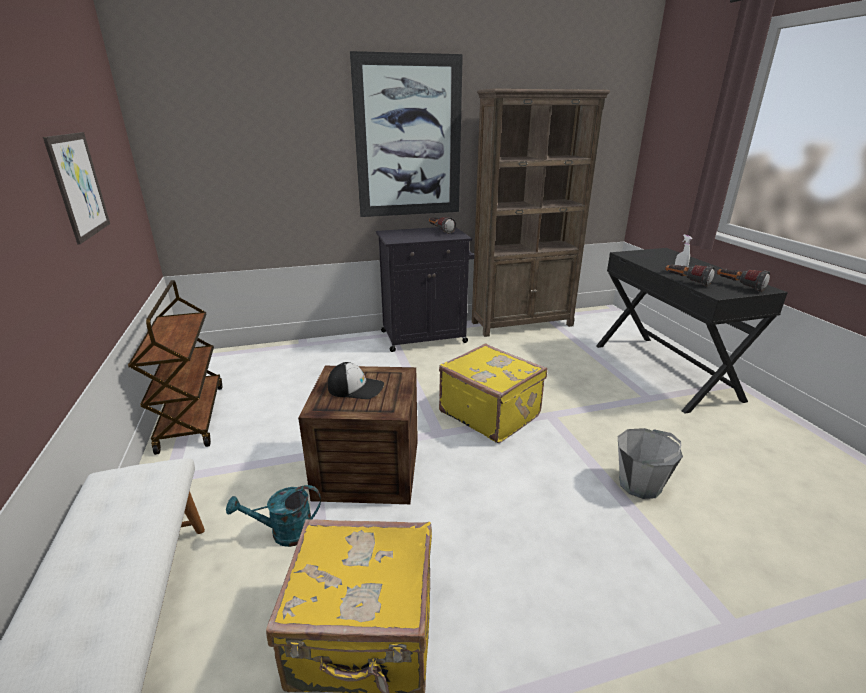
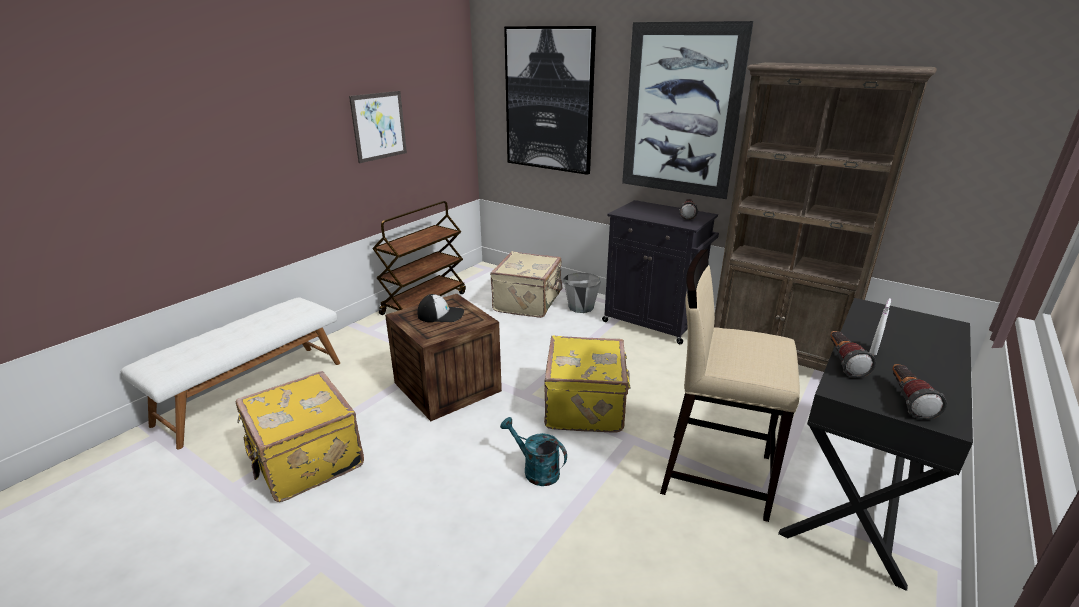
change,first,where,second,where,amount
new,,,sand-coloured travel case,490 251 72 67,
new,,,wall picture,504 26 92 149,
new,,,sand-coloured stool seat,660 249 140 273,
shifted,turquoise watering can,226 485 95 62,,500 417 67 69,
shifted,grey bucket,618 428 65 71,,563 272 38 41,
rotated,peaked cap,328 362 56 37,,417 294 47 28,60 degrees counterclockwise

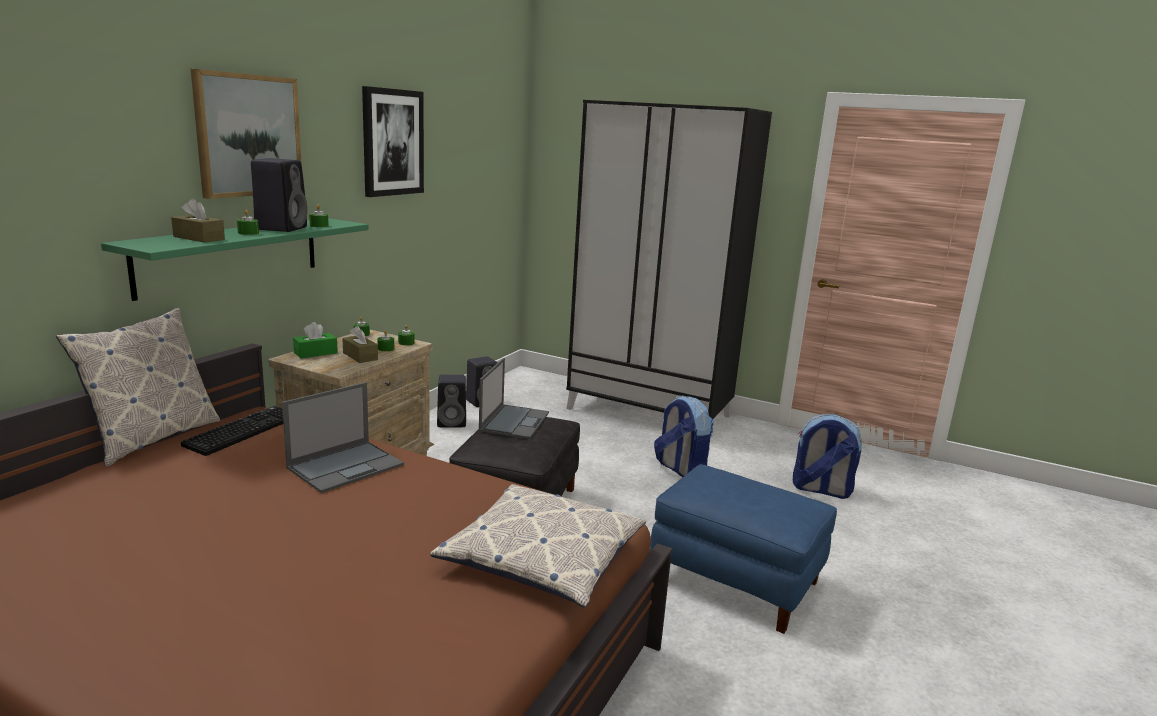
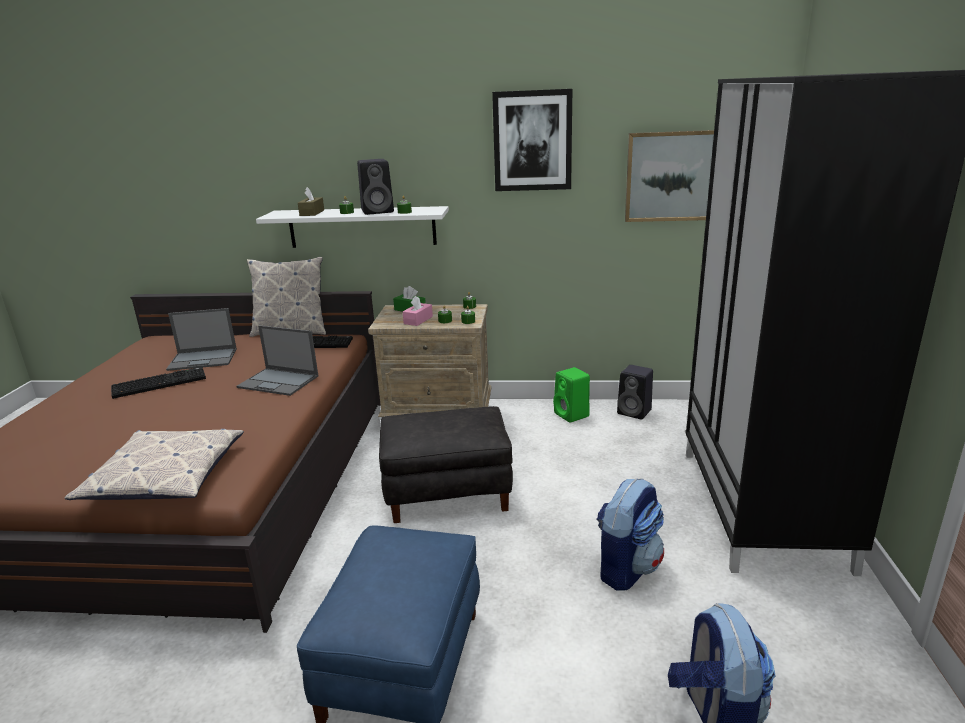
change,first,where,second,where,amount
new,,,keyboard,111 367 95 32,
shifted,wall picture,191 69 110 130,,625 130 89 92,
shifted,portable computer,479 358 70 81,,166 308 71 63,
repainted,green-coloured wall shelf,101 218 268 83,white-coloured wall shelf,256 206 193 42,
repainted,brownish box of tissues,342 326 36 37,pink box of tissues,403 295 30 31,
repainted,black loudspeaker,437 375 29 52,green-coloured loudspeaker,553 367 37 55,

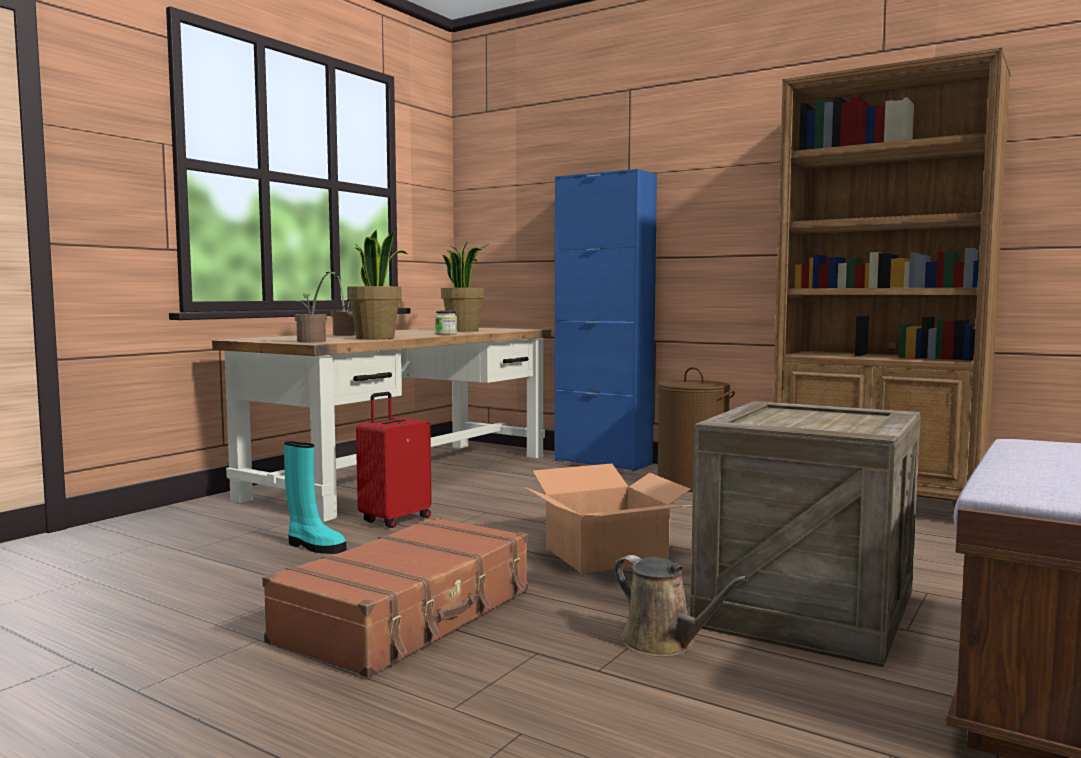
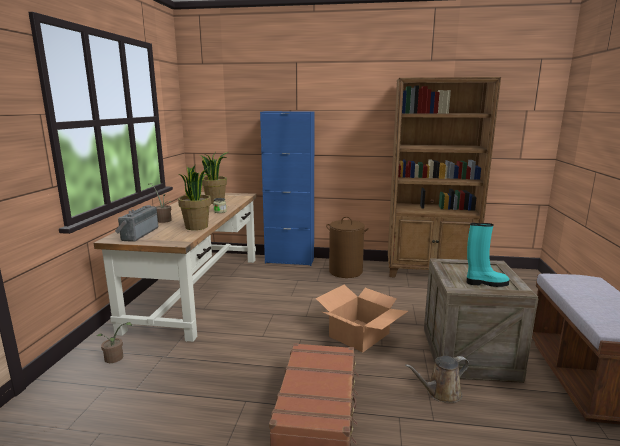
change,first,where,second,where,amount
gone,red-coloured travel case,356 392 76 136,,,
new,,,radio receiver,115 205 43 37,
shifted,turquoise high-top boot,284 441 63 113,,467 223 43 64,
shifted,houseplant,293 272 42 71,,97 322 35 41,
rotated,brownish watering can,614 555 134 102,,405 356 64 47,135 degrees clockwise

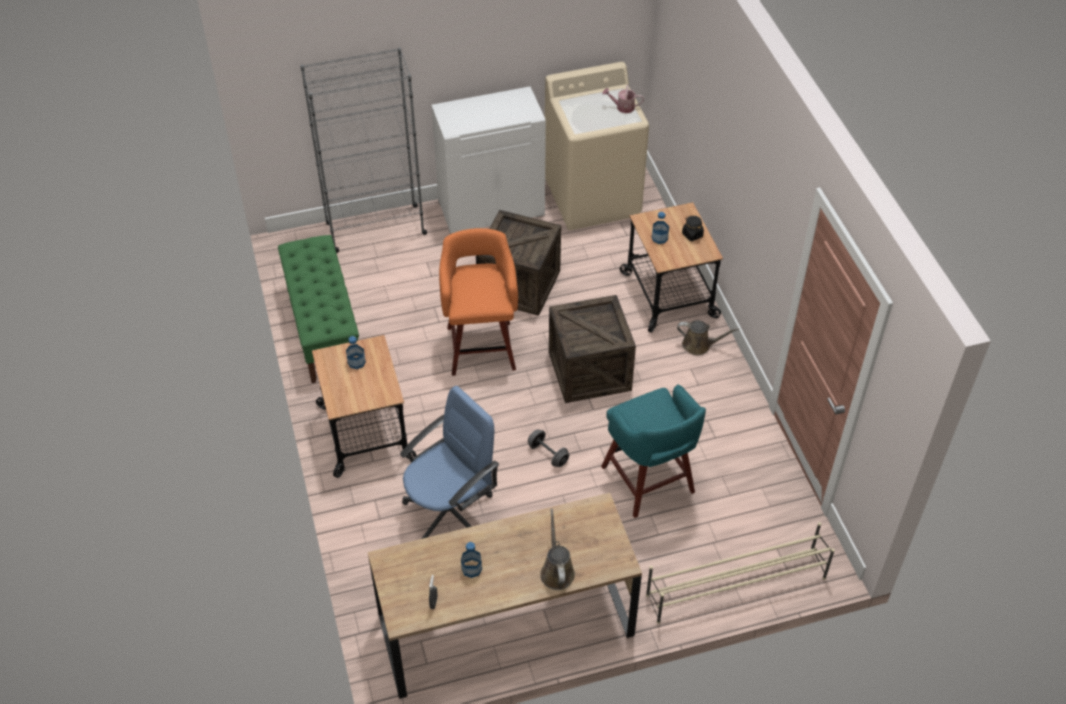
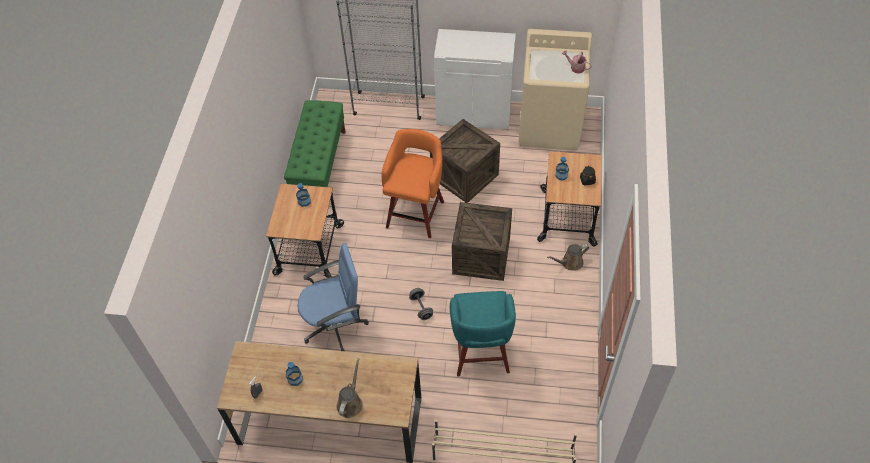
change,first,where,second,where,amount
rotated,brownish watering can,677 320 62 36,,547 244 42 27,120 degrees clockwise

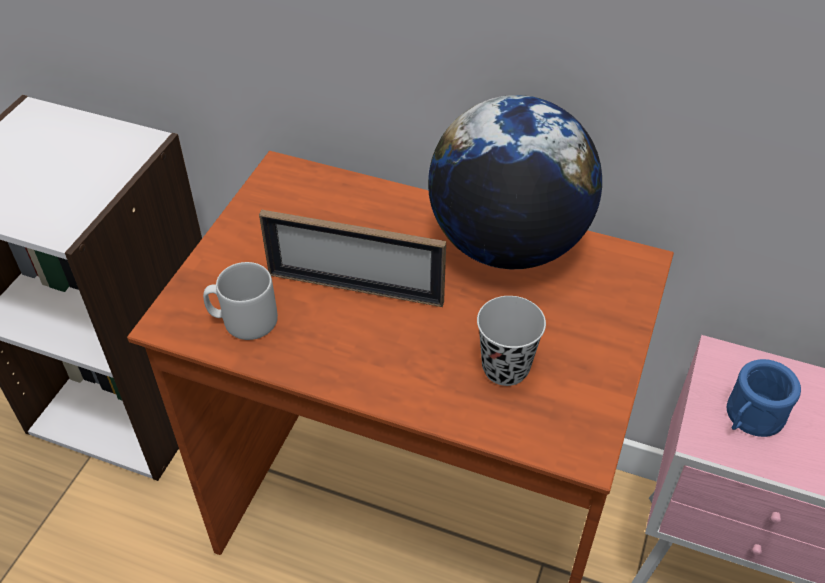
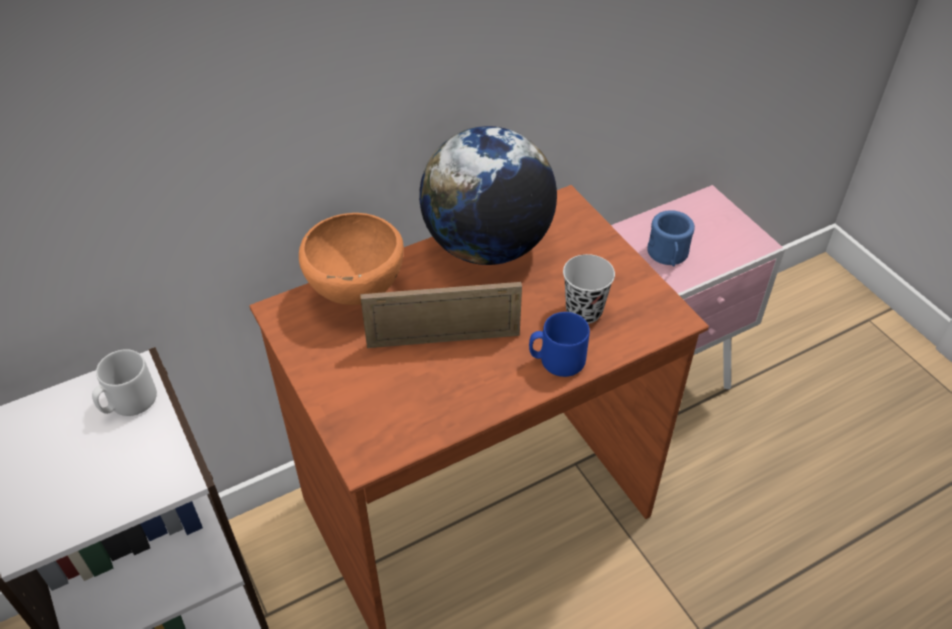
change,first,where,second,where,amount
new,,,orangey bowl,299 213 105 92,
new,,,bluish tea mug,529 312 61 65,
shifted,grey tea mug,203 262 75 78,,92 349 65 67,
rotated,photo frame,259 210 187 97,,360 282 162 66,150 degrees counterclockwise

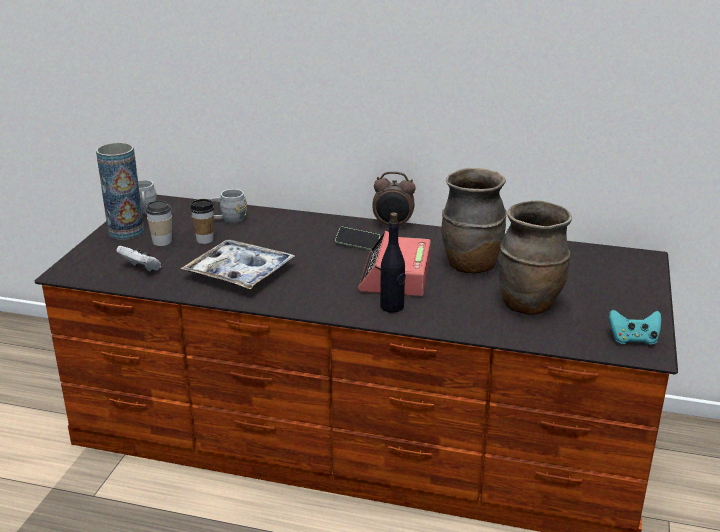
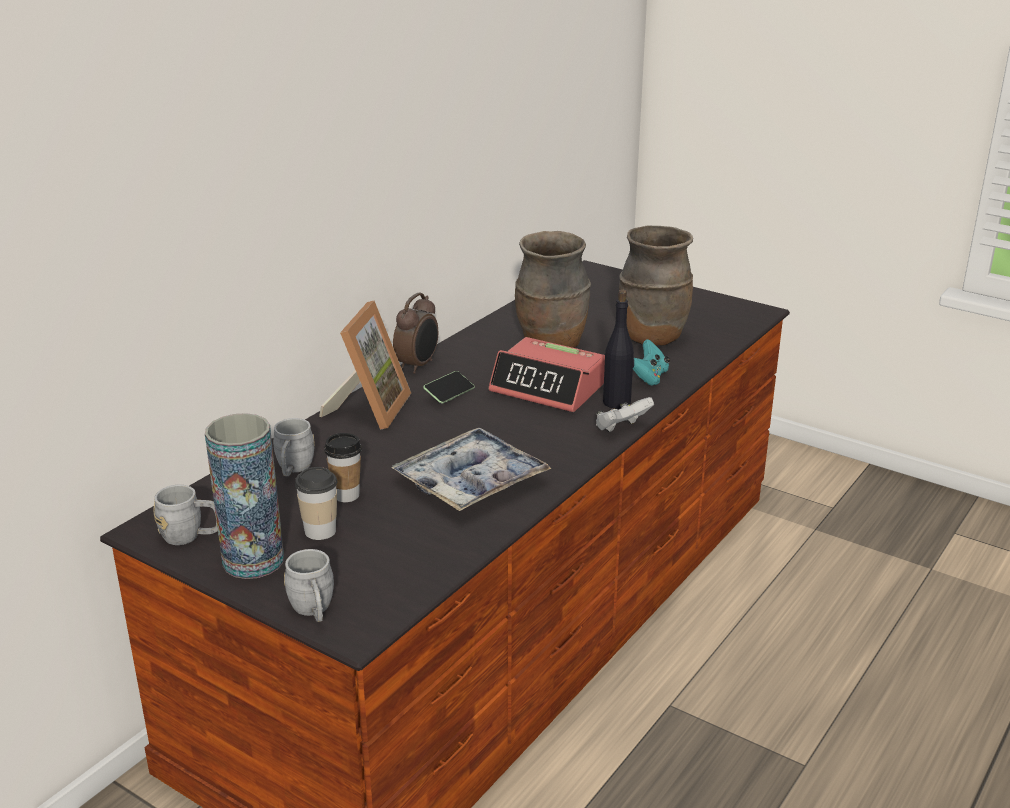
change,first,where,second,where,amount
new,,,grey tea mug,284 549 50 73,
new,,,photo frame,319 300 92 130,
shifted,white-coloured joypad,116 246 45 26,,596 397 58 35,
shifted,turquoise joypad,609 310 52 35,,633 339 37 47,

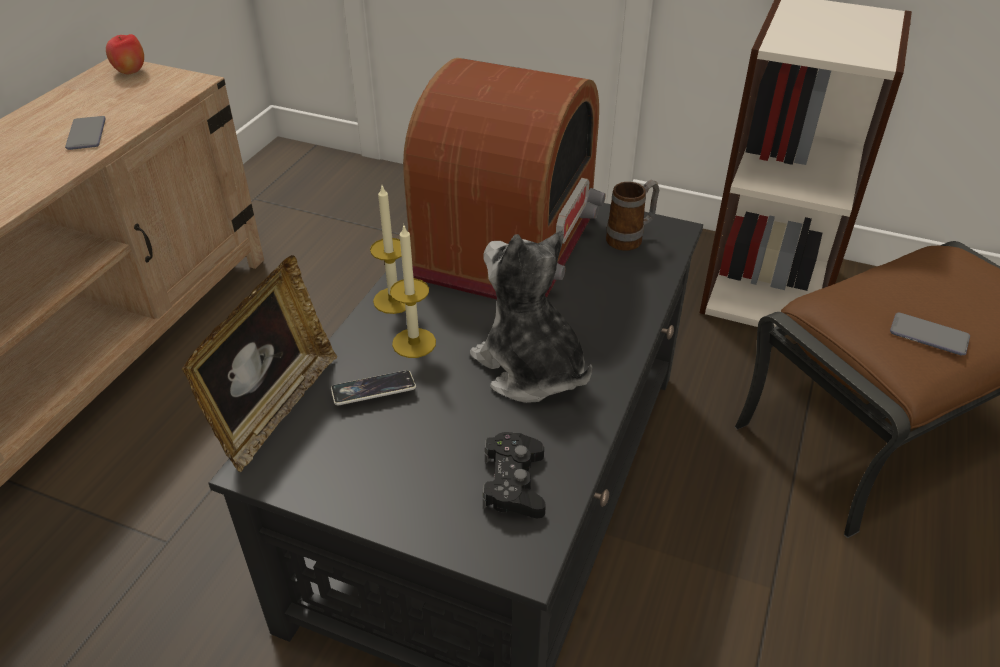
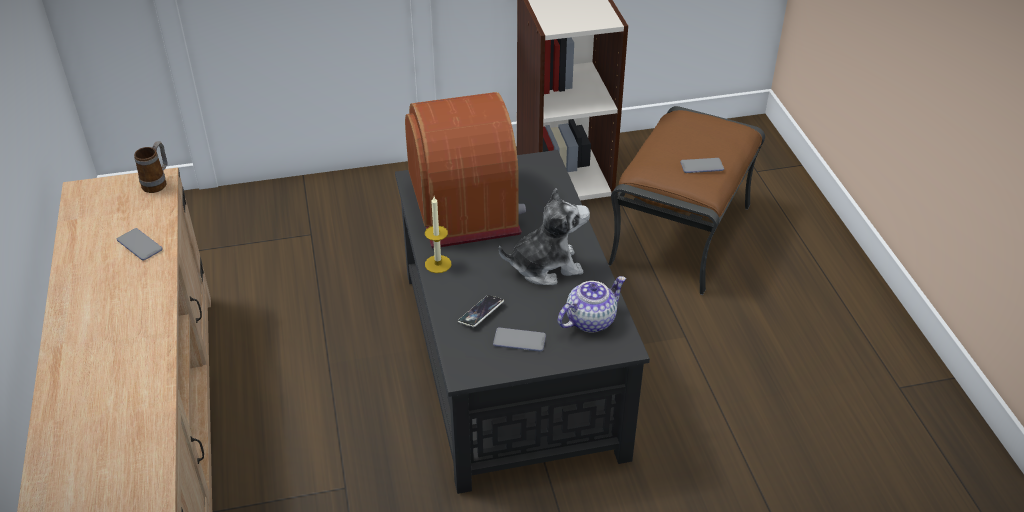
change,first,where,second,where,amount
gone,whole apple,106 34 38 41,,,
gone,photo frame,182 255 155 217,,,
gone,candle,390 224 46 134,,,
new,,,phone,493 328 53 24,
shifted,tea mug,606 180 53 71,,134 142 33 51,
swapped,black joypad,483 432 63 86,teapot,558 276 68 57,
rotated,soft toy,470 230 122 173,,499 188 91 97,150 degrees clockwise

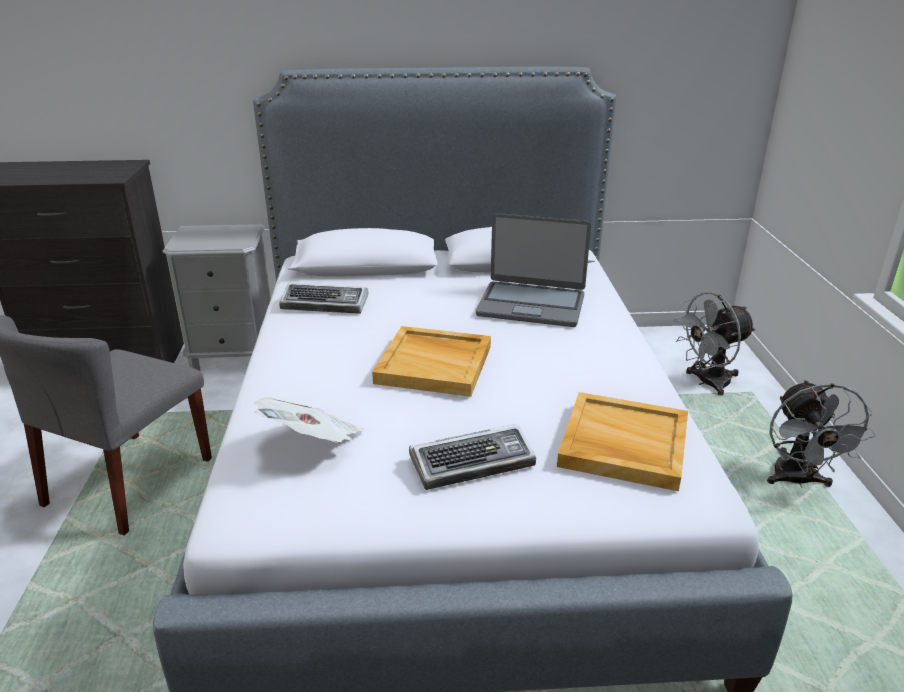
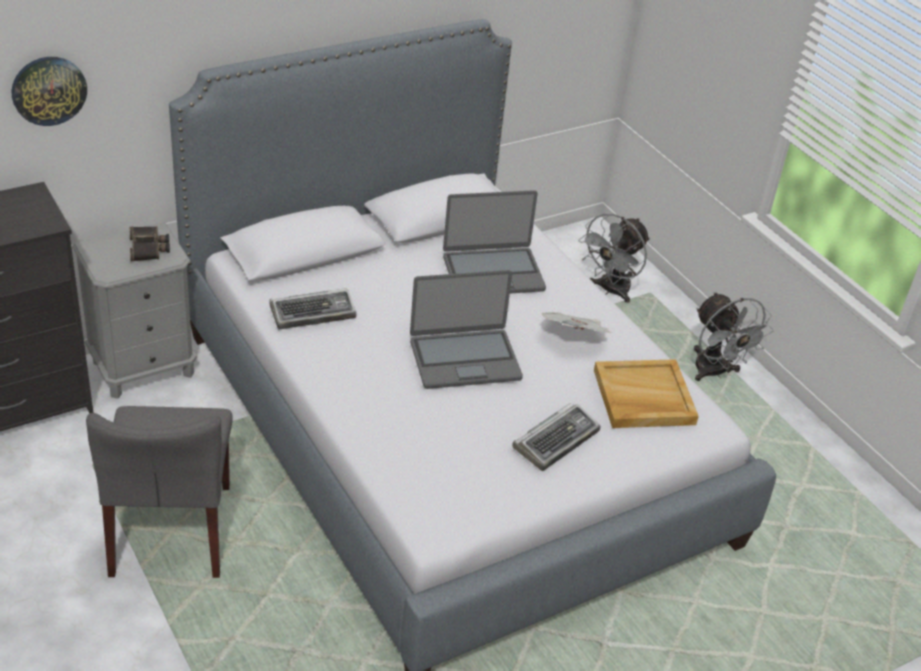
change,first,where,second,where,amount
new,,,wall clock,12 57 75 69,
new,,,field glasses,130 226 40 35,
shifted,newspaper,254 397 111 46,,542 312 69 21,
swapped,sand-coloured serving tray,372 326 119 71,portable computer,410 270 113 119,

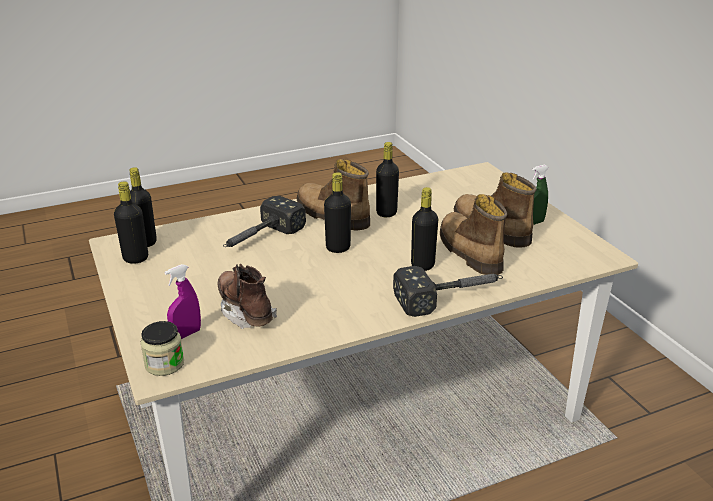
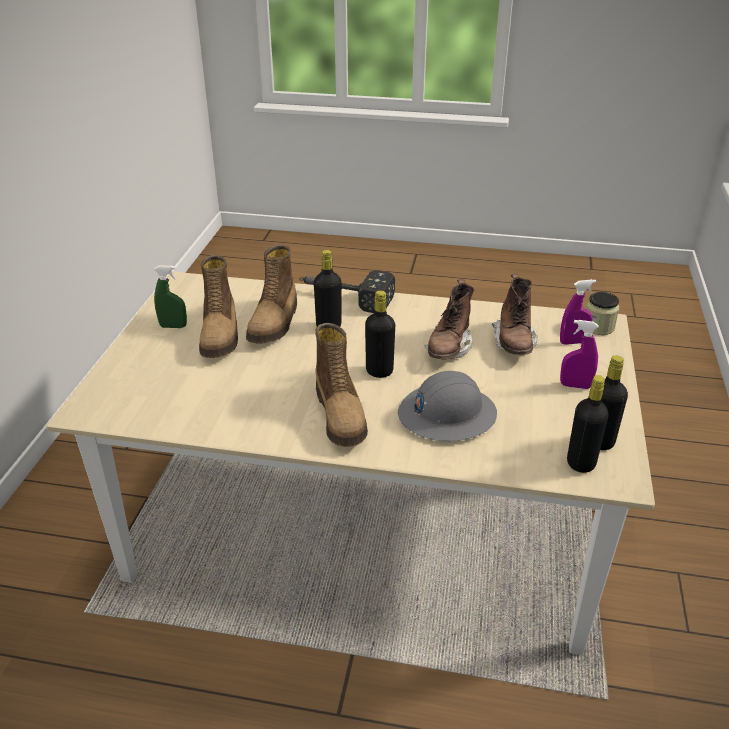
change,first,where,second,where,amount
gone,black bottle,376 142 23 75,,,
new,,,brownish high-top boot,425 279 49 80,
new,,,purple-coloured hand sprayer,560 320 38 69,
swapped,hammer,223 196 83 51,grey work helmet,398 371 99 70,

